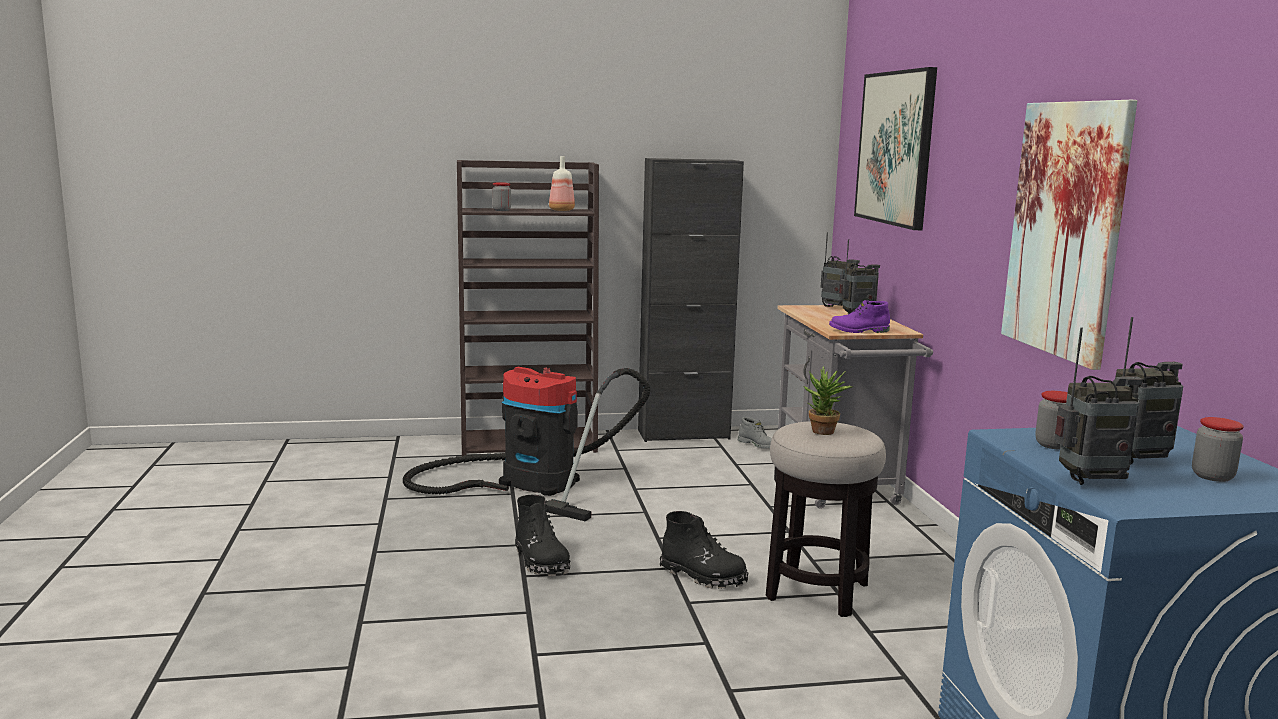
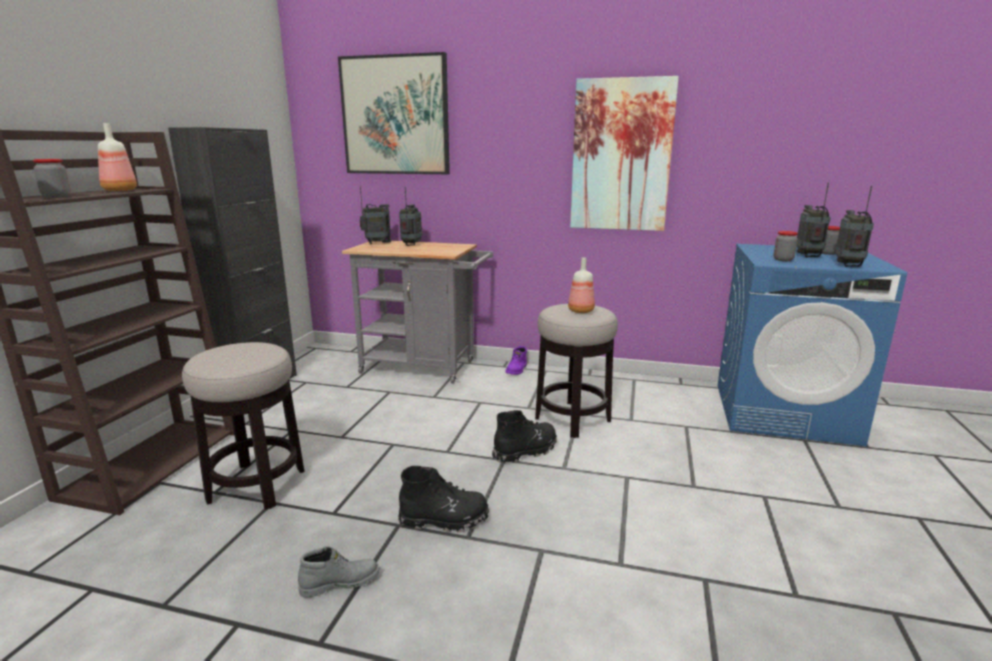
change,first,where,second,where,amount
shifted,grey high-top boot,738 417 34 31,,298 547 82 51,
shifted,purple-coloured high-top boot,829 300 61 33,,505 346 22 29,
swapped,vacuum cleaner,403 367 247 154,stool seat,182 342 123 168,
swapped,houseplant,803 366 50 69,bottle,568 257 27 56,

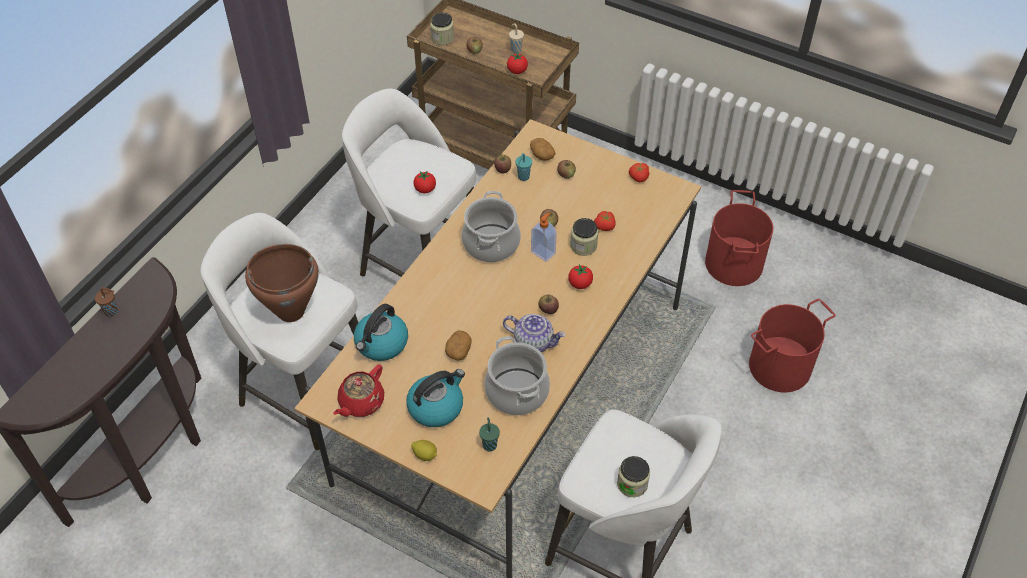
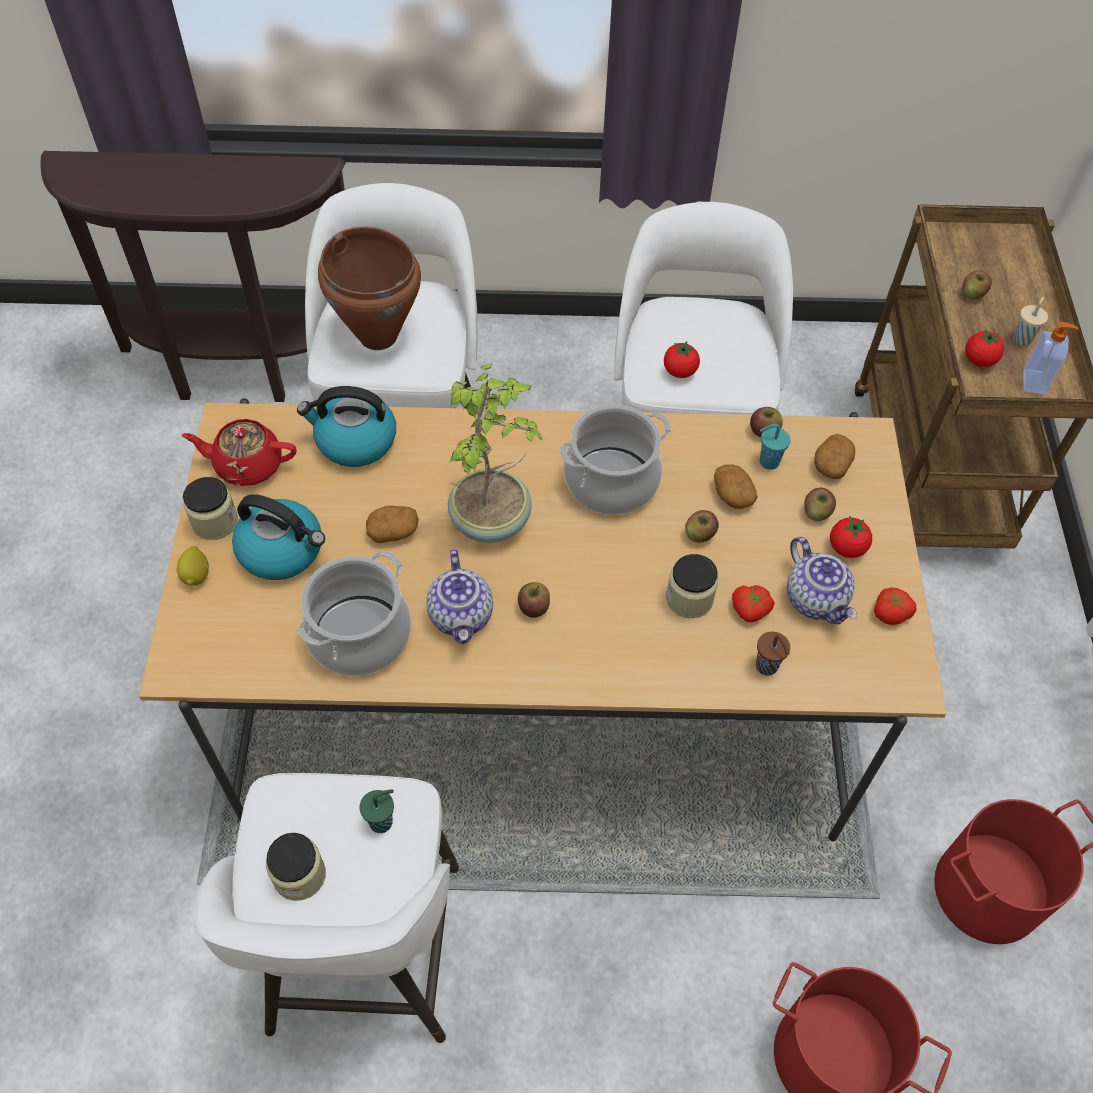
change,first,where,second,where,amount
new,,,houseplant,448 363 95 180,
new,,,spud,714 464 44 45,
new,,,teapot,787 537 70 88,
shifted,brownish drinking cup,95 287 23 30,,756 632 34 44,
shifted,storage jar,430 12 24 33,,183 477 55 63,
shifted,green-coloured drinking cup,479 417 21 35,,359 789 35 44,
shifted,liquid soap bottle,531 213 26 49,,1023 322 55 73,
shifted,tomato,568 264 25 25,,830 516 42 42,

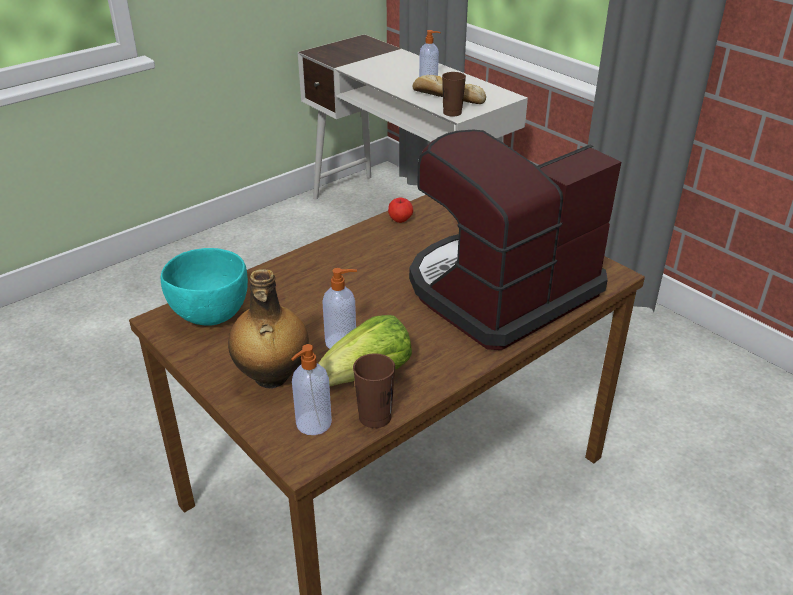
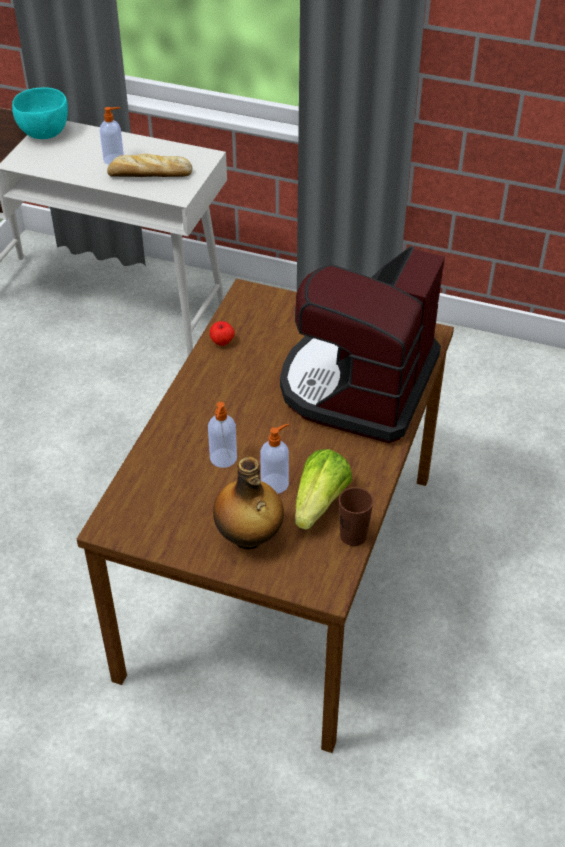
change,first,where,second,where,amount
gone,brownish drinking cup,442 72 24 44,,,
shifted,turquoise bowl,161 248 87 78,,12 87 56 52,
shifted,liquid soap bottle,291 344 41 91,,208 402 29 66,

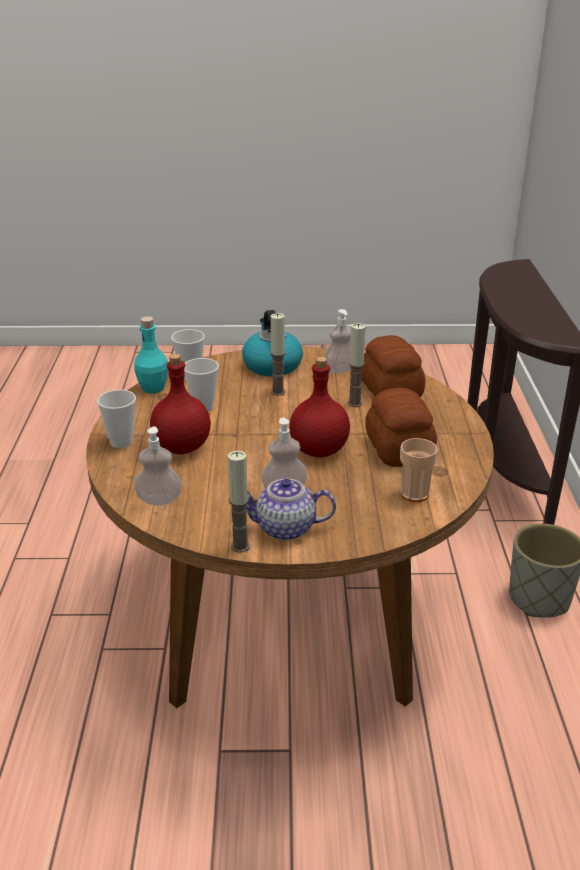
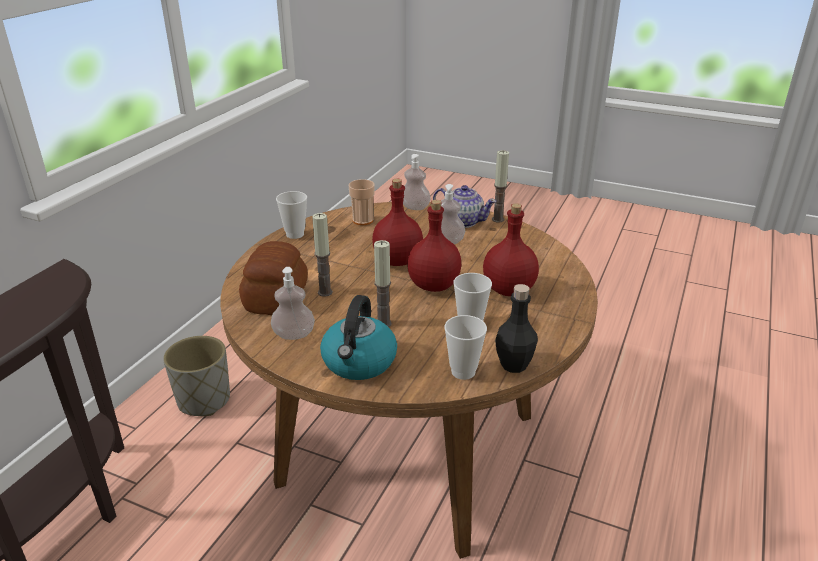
change,first,where,second,where,amount
gone,baked bread,365 388 72 79,,,
new,,,red-coloured bottle,407 200 54 92,
shifted,drinking cup,97 390 39 58,,276 191 31 48,
shifted,liquid soap bottle,134 427 48 78,,403 154 28 56,
repainted,turquoise bottle,134 316 34 78,black bottle,495 284 43 89,

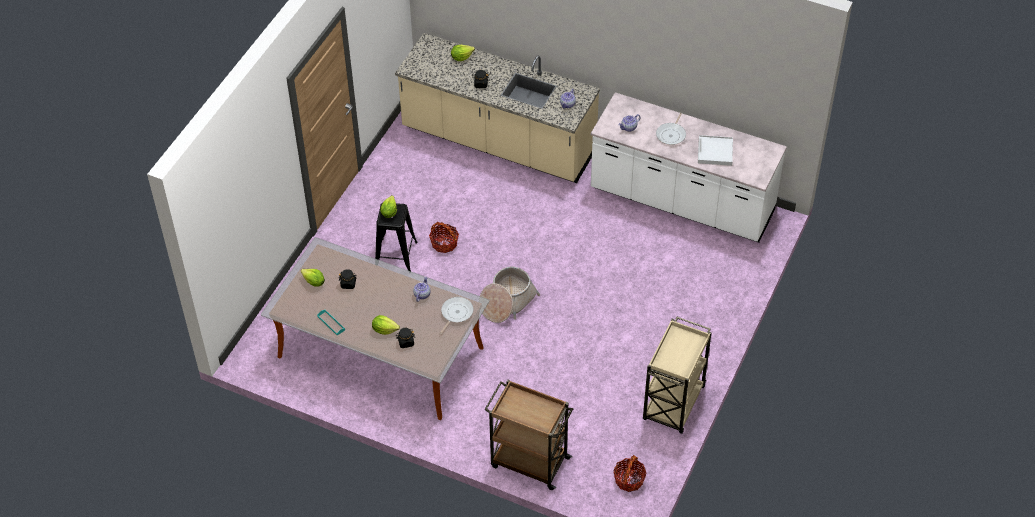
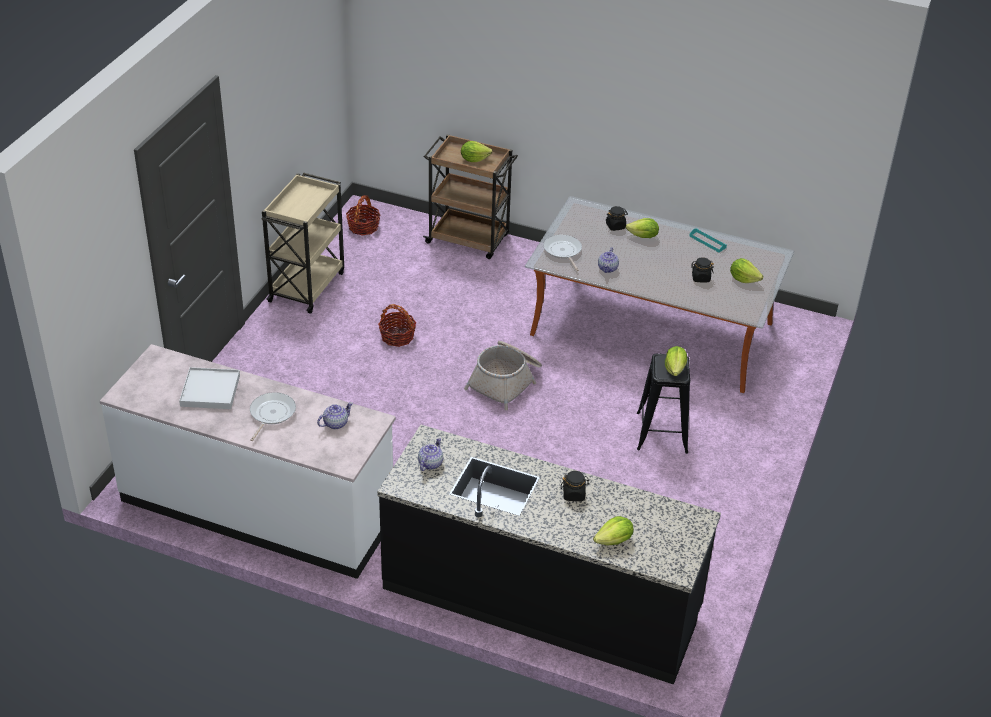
change,first,where,second,where,amount
new,,,head of lettuce,461 141 32 21,
shifted,storage basket,429 222 30 31,,378 304 38 43,
repainted,sand-coloured counter,395 33 205 150,black counter,377 425 344 260,
rotated,frying pan,439 297 34 38,,544 235 38 36,135 degrees clockwise

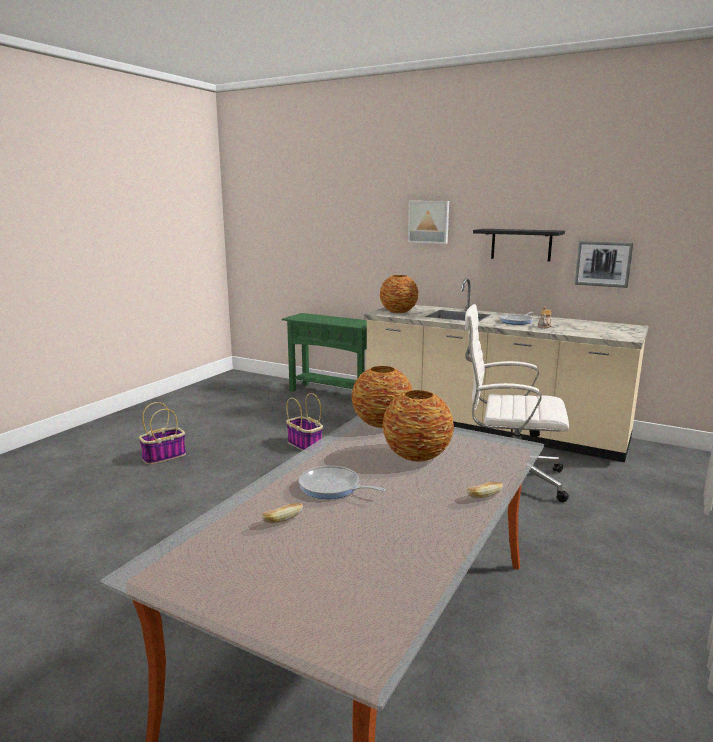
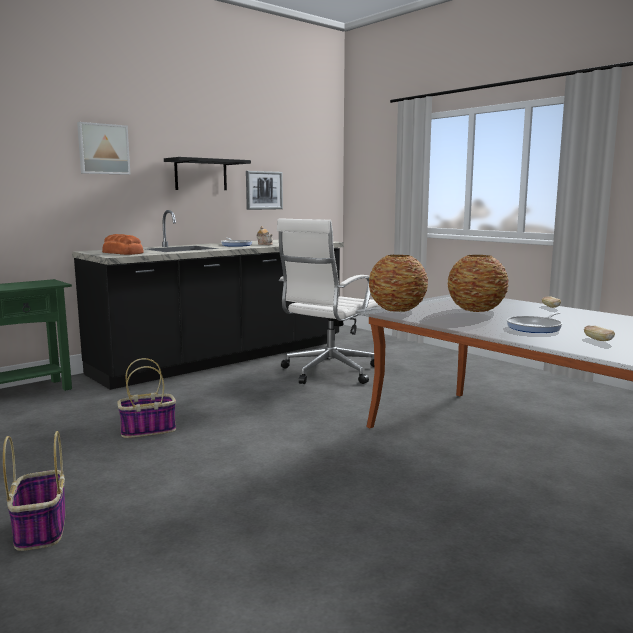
change,first,where,second,where,amount
swapped,flower vase,380 275 38 38,baked bread,102 234 42 21,
repainted,sand-coloured counter,364 278 285 184,black counter,72 210 272 180,

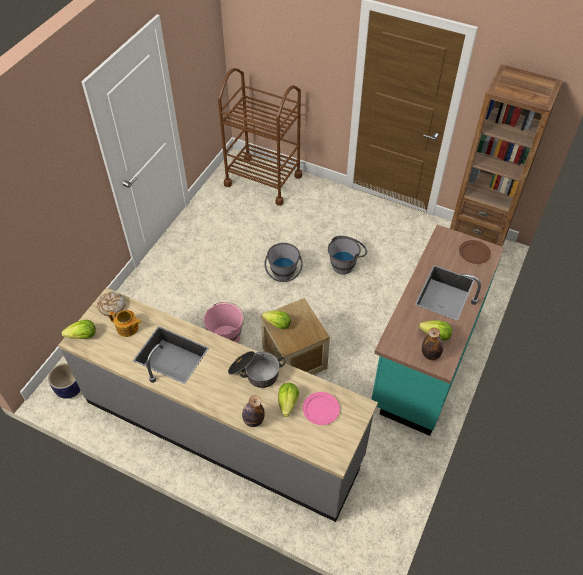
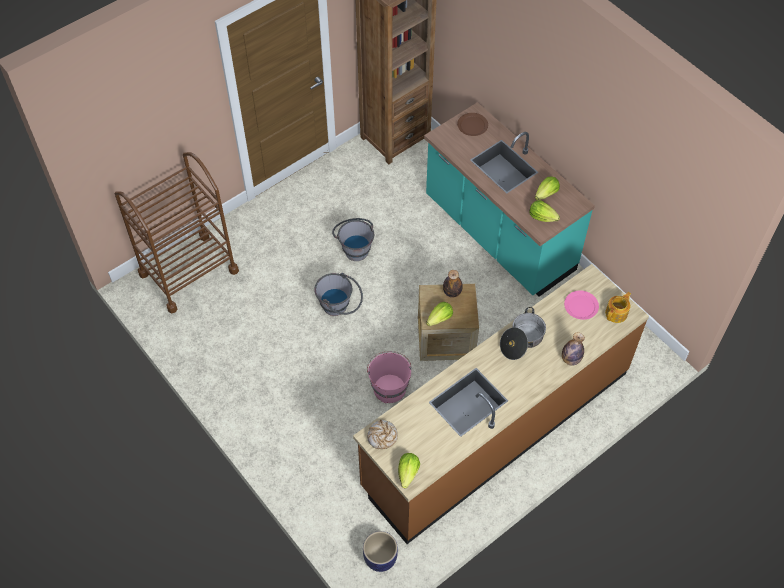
change,first,where,second,where,amount
shifted,teapot,109 310 33 27,,605 292 26 31,
shifted,head of lettuce,278 383 21 34,,529 200 31 22,
shifted,bottle,422 328 21 32,,443 270 20 28,
repainted,grey counter,58 288 320 234,brownish counter,353 264 296 280,

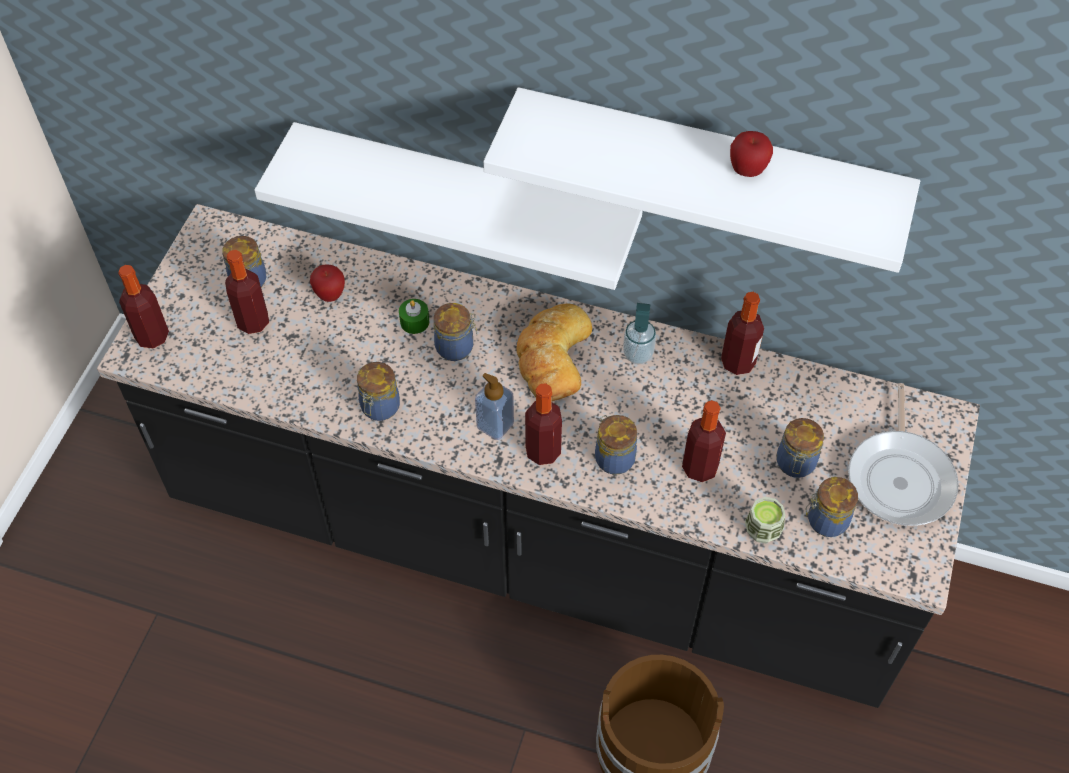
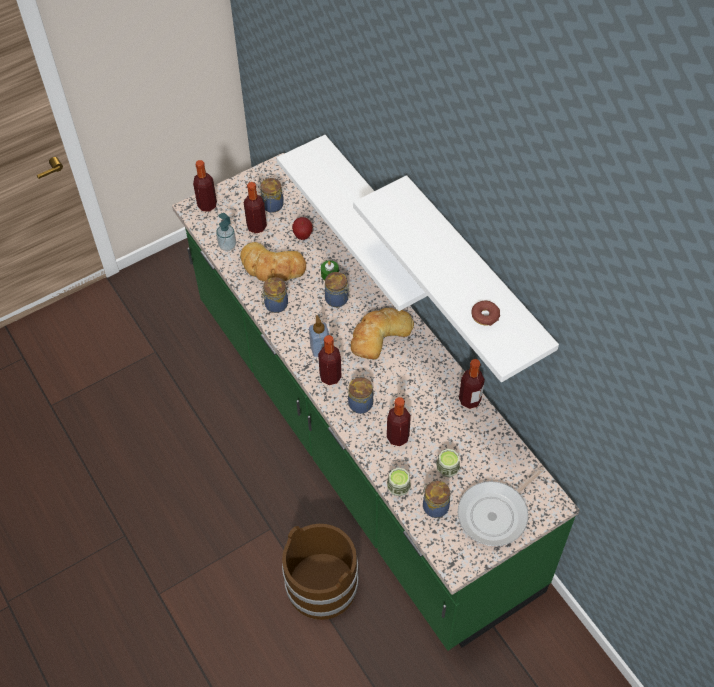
change,first,where,second,where,amount
gone,whole apple,730 131 43 46,,,
new,,,baked bread,240 242 66 40,
new,,,doughnut,471 301 29 25,
shifted,liquid soap bottle,623 303 33 61,,216 213 20 38,
swapped,storage jar,777 418 47 60,drinking cup,436 449 24 28,
repainted,black counter,97 204 883 504,green-coloured counter,172 153 408 498,

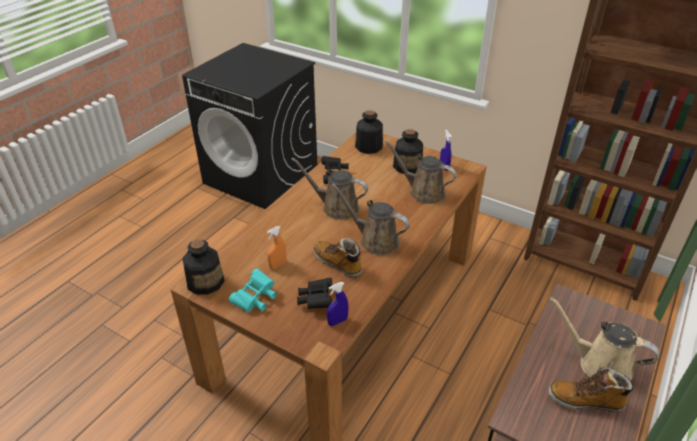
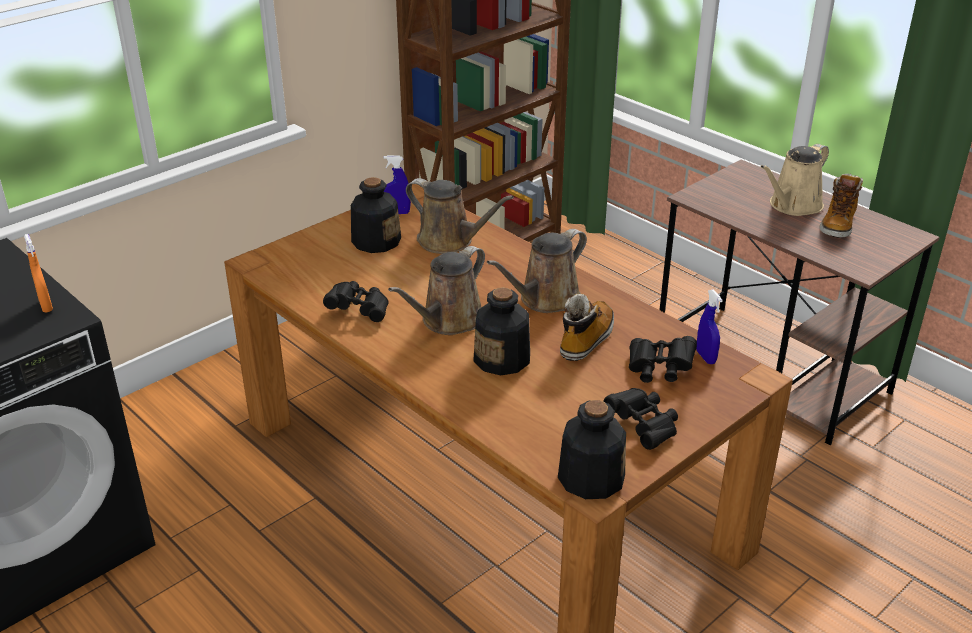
change,first,where,second,where,amount
shifted,orangey hand sprayer,267 226 19 43,,24 234 29 79,
shifted,bottle,355 110 28 44,,473 287 57 89,
repainted,turquoise field glasses,229 269 48 43,black field glasses,603 388 75 62,
rotated,high-top boot,314 238 48 40,,560 294 54 67,150 degrees clockwise
rotated,brownish watering can,385 140 72 64,,406 178 108 76,105 degrees counterclockwise

